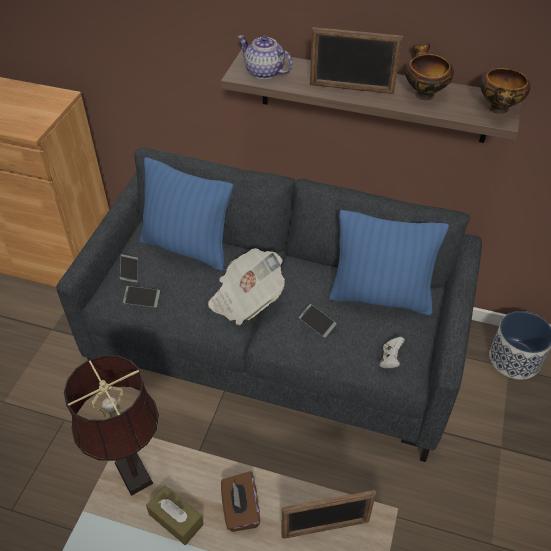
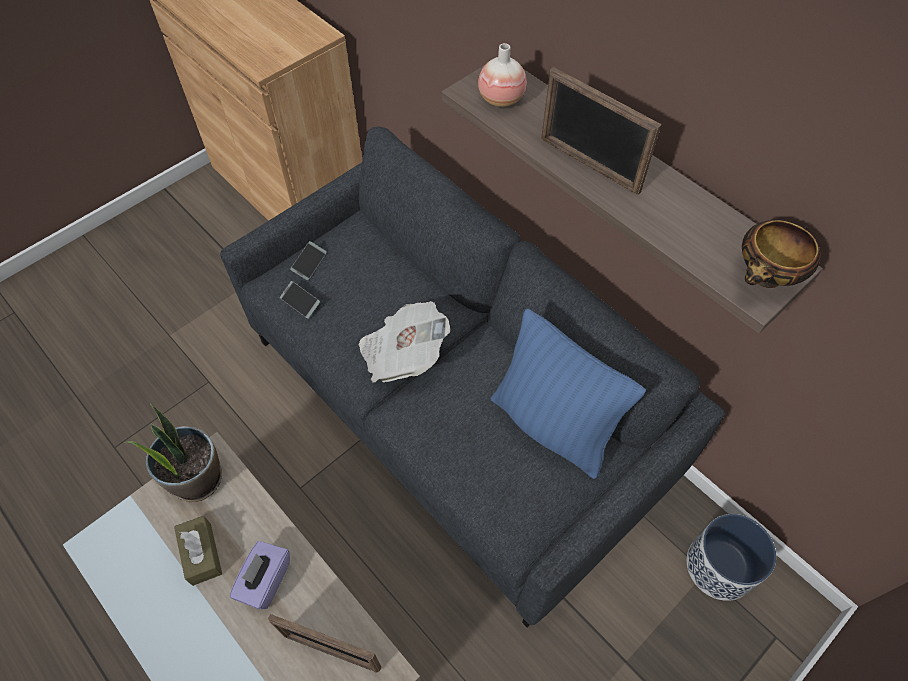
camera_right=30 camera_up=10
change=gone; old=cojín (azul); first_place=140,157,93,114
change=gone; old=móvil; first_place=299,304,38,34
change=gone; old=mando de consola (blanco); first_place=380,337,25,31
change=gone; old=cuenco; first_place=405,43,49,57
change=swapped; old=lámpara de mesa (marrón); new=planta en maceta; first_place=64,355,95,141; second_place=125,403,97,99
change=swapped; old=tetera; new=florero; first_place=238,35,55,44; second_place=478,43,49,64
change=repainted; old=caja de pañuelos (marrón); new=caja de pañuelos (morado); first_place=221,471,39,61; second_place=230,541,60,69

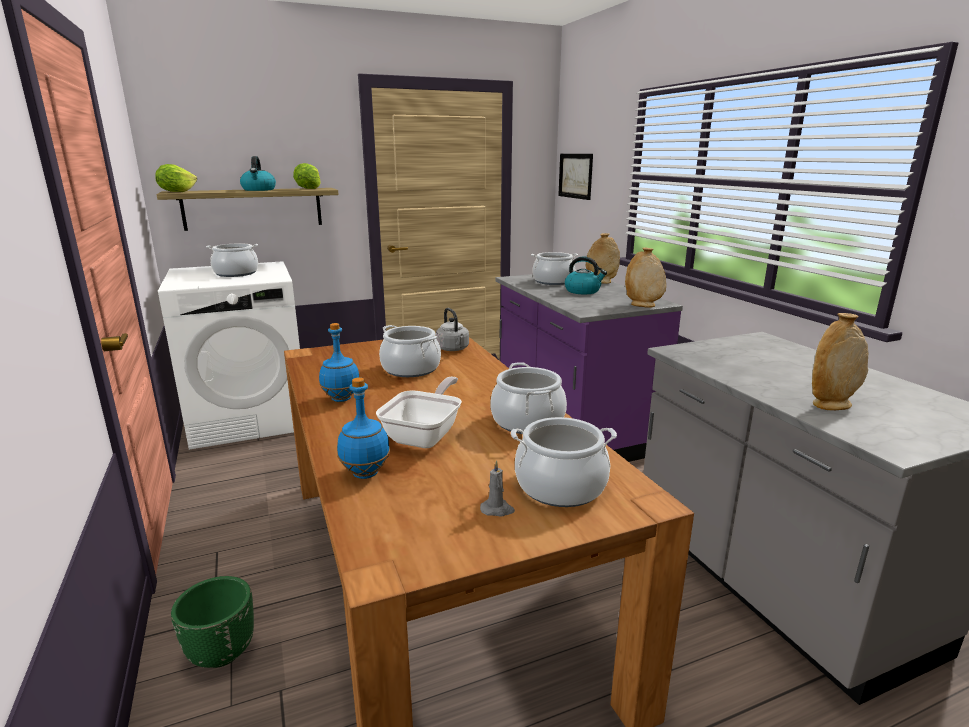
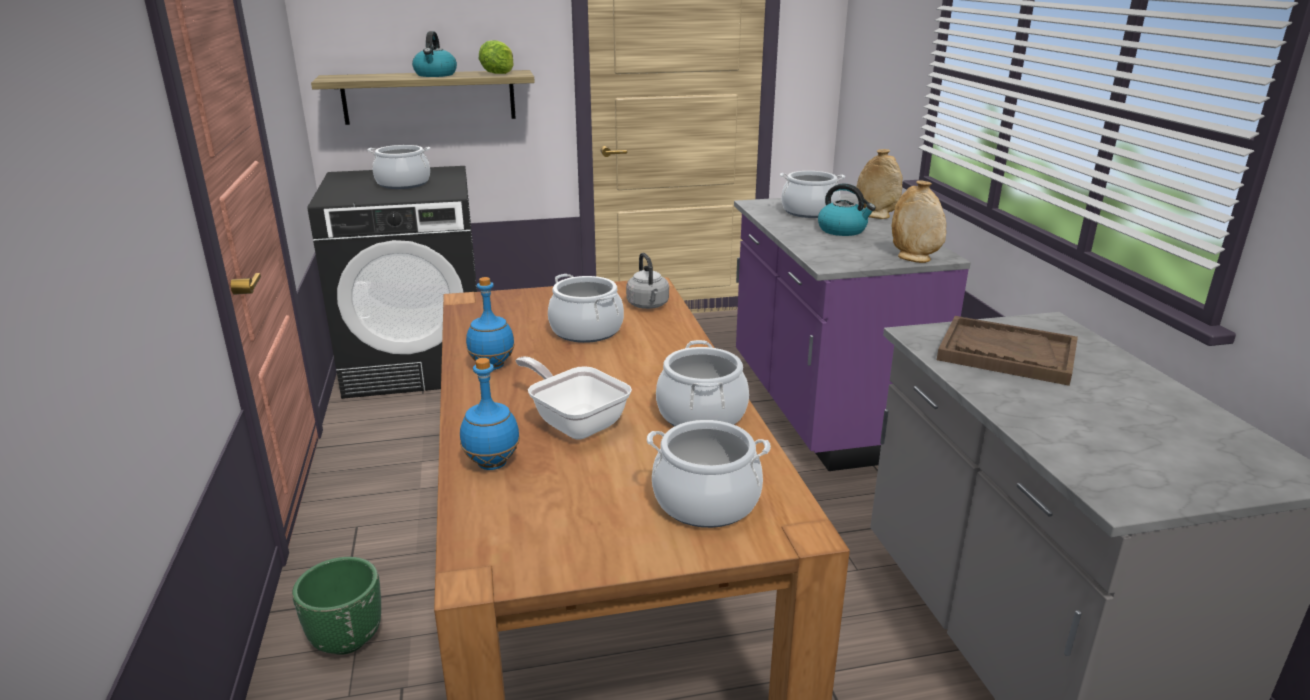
camera_right=10 camera_up=5
change=gone; old=lechuga; first_place=155,164,42,28
change=gone; old=vela (gris); first_place=480,460,35,57
change=gone; old=cuadro; first_place=558,154,35,46
change=gone; old=florero (beis); first_place=812,313,56,97
change=new; new=bandeja (marrón); second_place=937,316,141,70
change=repainted; old=lavadora (blanco); new=lavadora (negro); first_place=158,261,142,189; second_place=307,166,170,233
change=rotated; old=sartén; first_place=376,377,86,71; second_place=515,356,117,84; degrees=-75

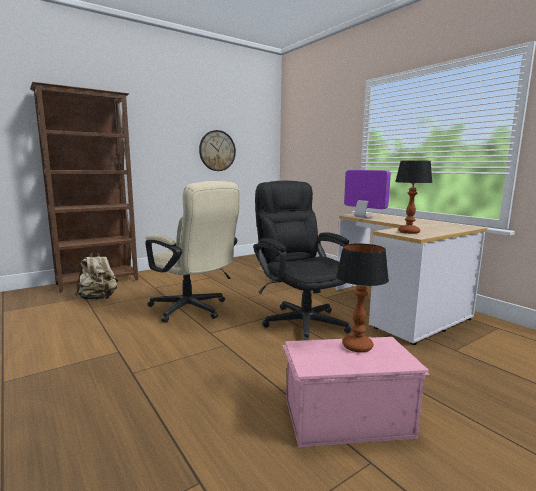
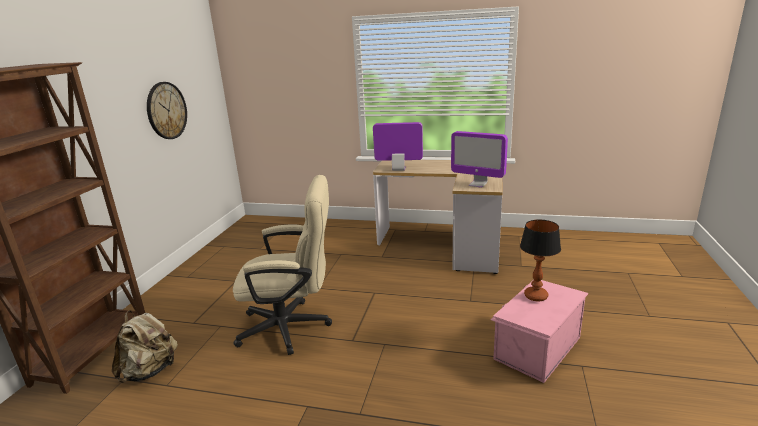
camera_right=-40 camera_up=10
change=gone; old=silla de oficina (negro); first_place=253,181,98,159
change=swapped; old=lámpara de mesa; new=monitor; first_place=395,160,37,74; second_place=451,131,57,57

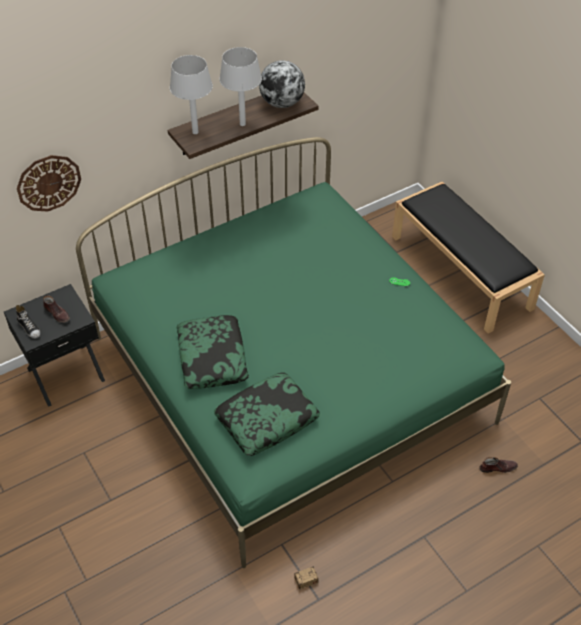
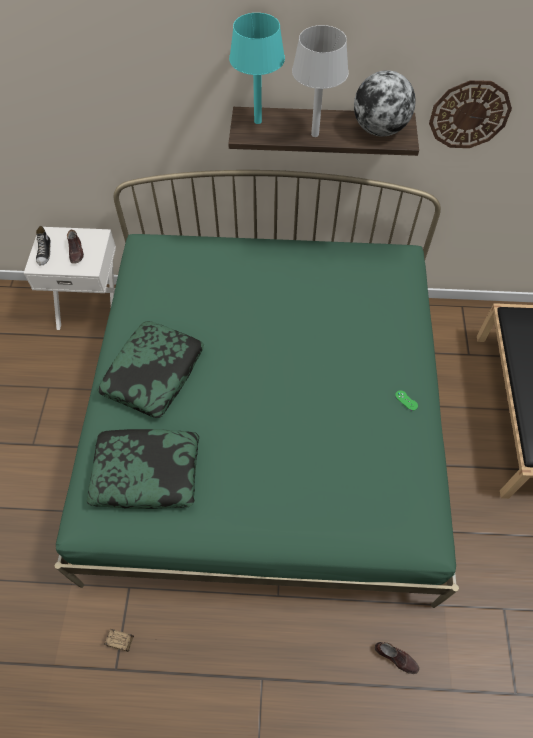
camera_right=35 camera_up=10
change=shifted; old=reloj de pared; first_place=17,155,64,57; second_place=429,80,83,68
change=repainted; old=mesita de noche (negro); new=mesita de noche (blanco); first_place=4,284,101,123; second_place=24,227,92,103
change=repainted; old=lámpara de mesa (gris); new=lámpara de mesa (turquesa); first_place=170,55,43,79; second_place=229,13,56,111

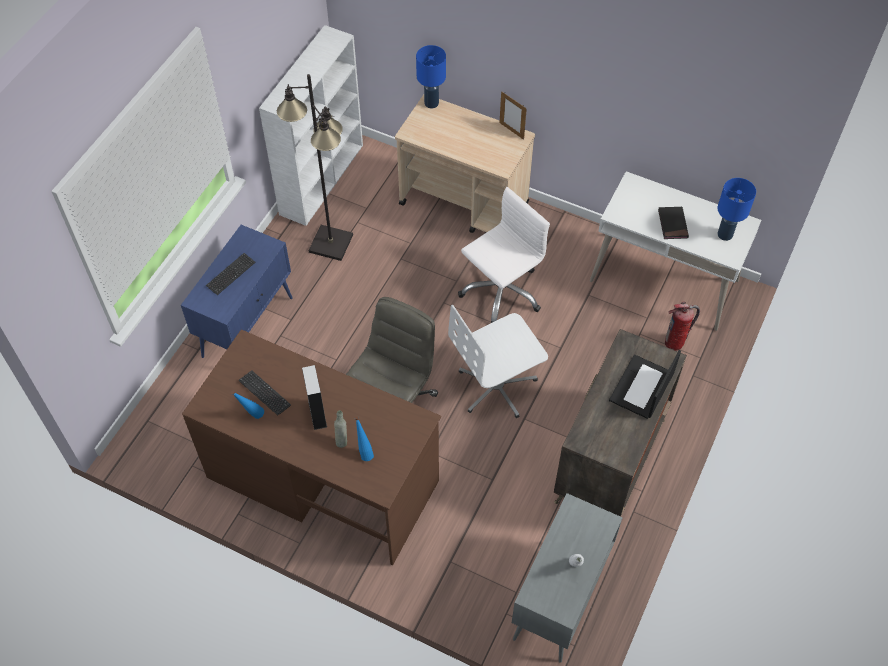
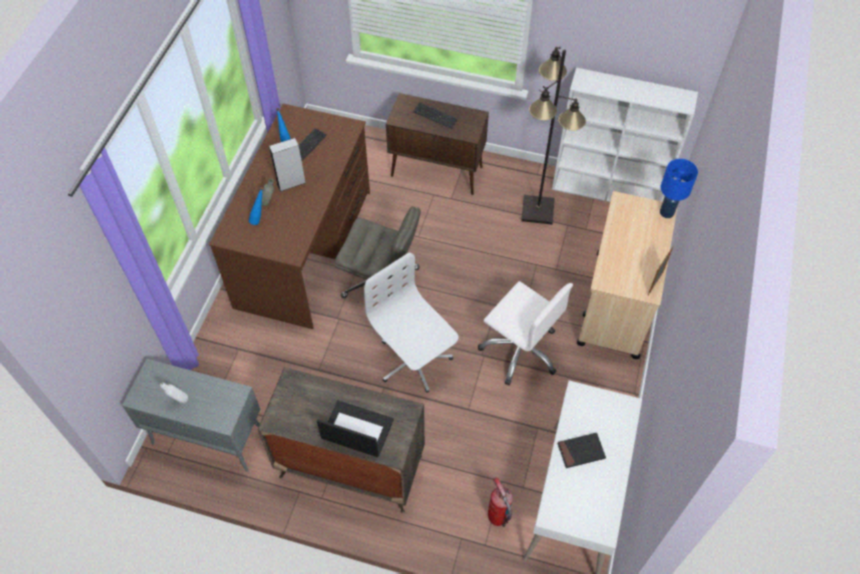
camera_right=80 camera_up=0
change=gone; old=lámpara de mesa (azul); first_place=718,178,38,63
change=repainted; old=armario (azul); new=armario (marrón); first_place=181,225,112,133; second_place=386,93,103,102

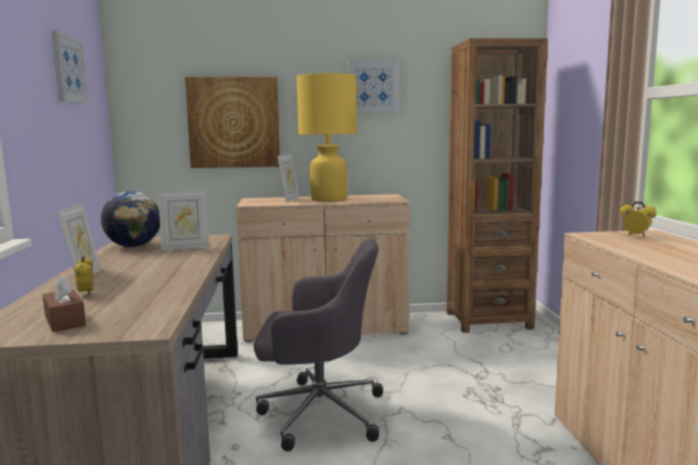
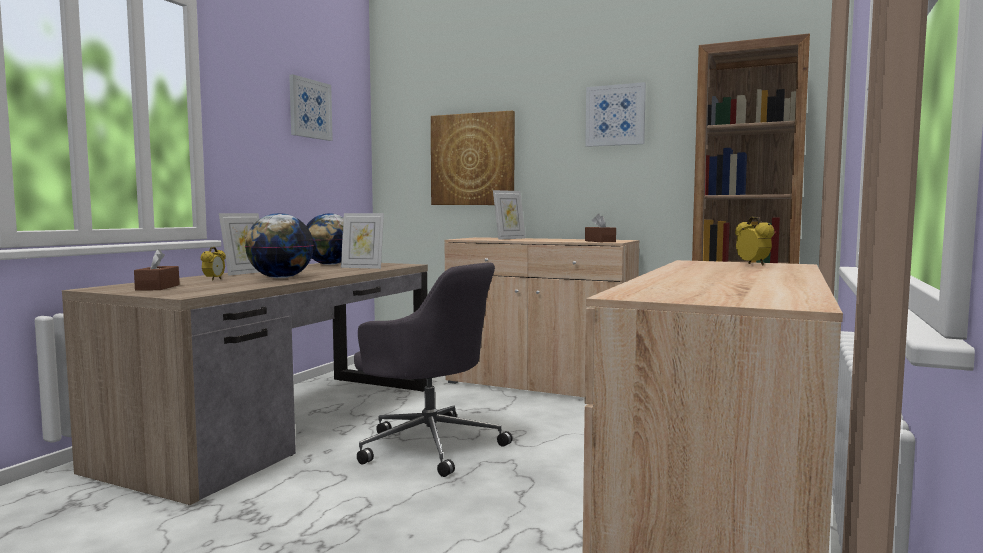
camera_right=30 camera_up=-5
change=gone; old=lámpara de mesa (amarillo); first_place=297,73,60,129
change=new; new=globo terráqueo; second_place=245,213,69,65
change=new; new=caja de pañuelos (marrón); second_place=585,214,31,28

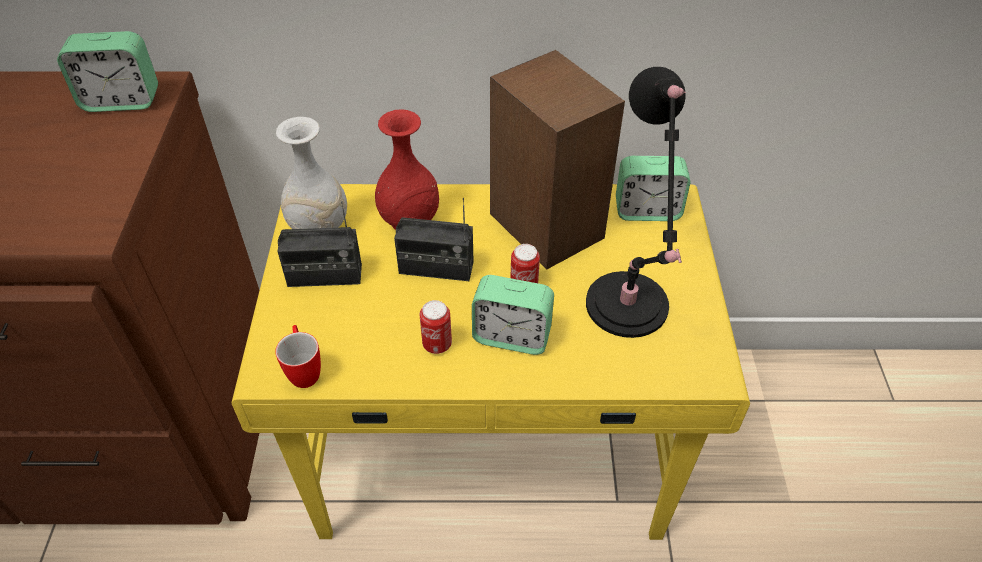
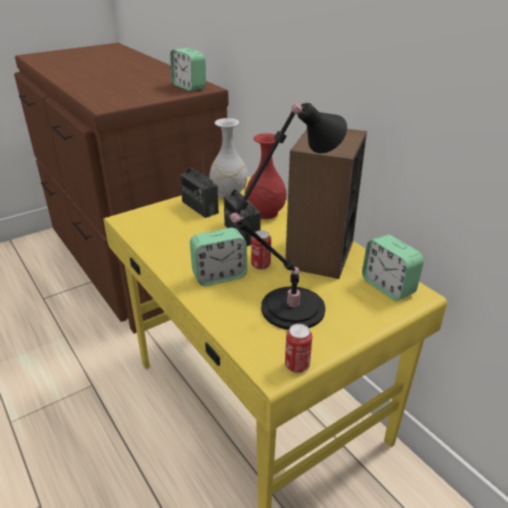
camera_right=55 camera_up=-15
change=gone; old=taza grande; first_place=275,325,46,63
change=shifted; old=lata; first_place=420,300,32,54; second_place=285,324,27,49
change=rotated; old=despertador; first_place=472,275,82,80; second_place=190,228,57,58; degrees=-90

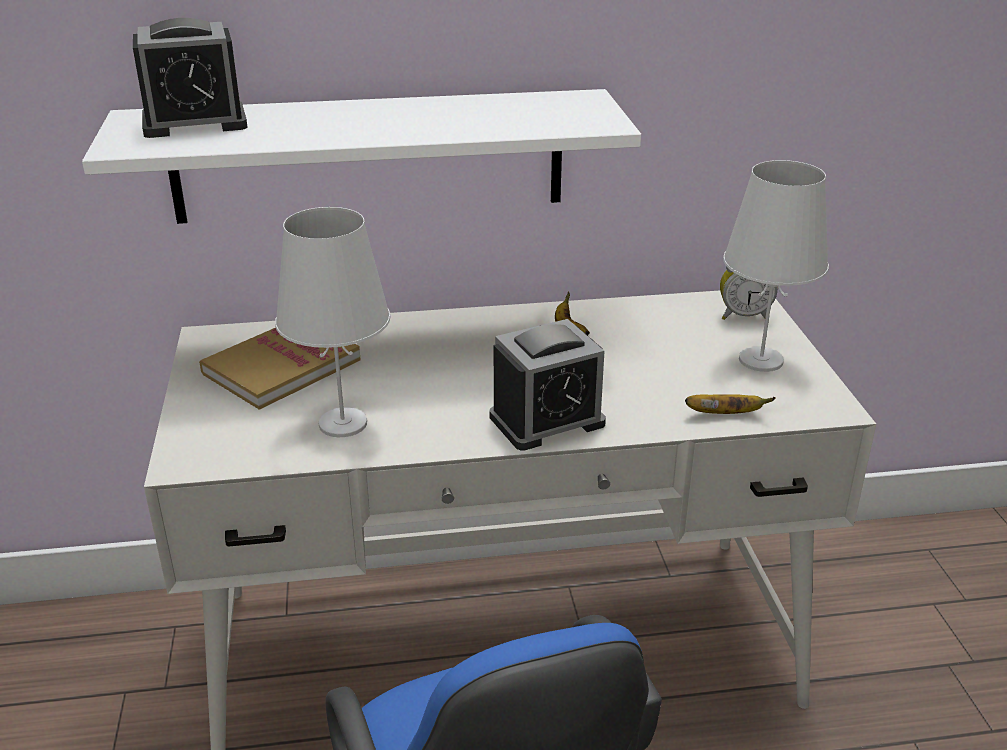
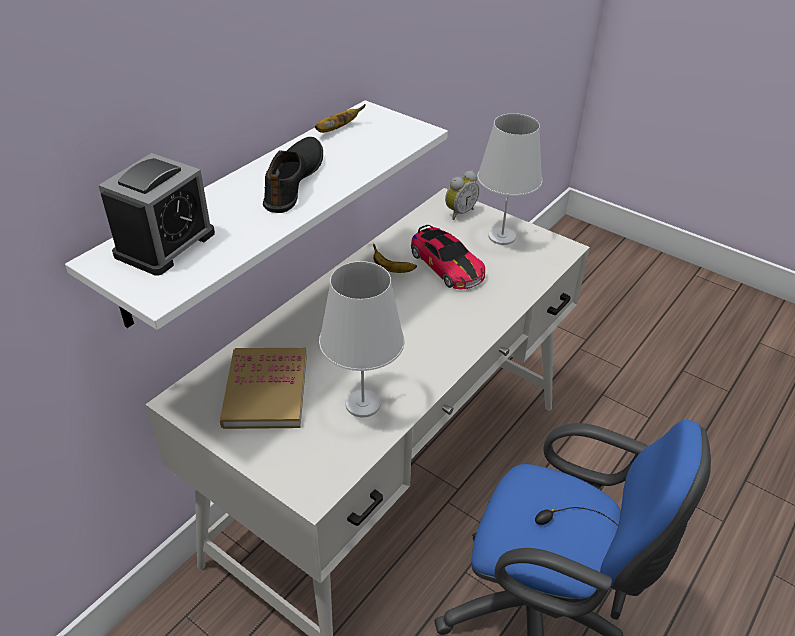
camera_right=-45 camera_up=10
change=gone; old=despertador; first_place=490,319,116,132
change=new; new=zapato (negro); second_place=263,137,60,76
change=new; new=coche de juguete; second_place=411,225,74,64
change=shifted; old=plátano; first_place=685,394,90,20; second_place=315,104,51,29

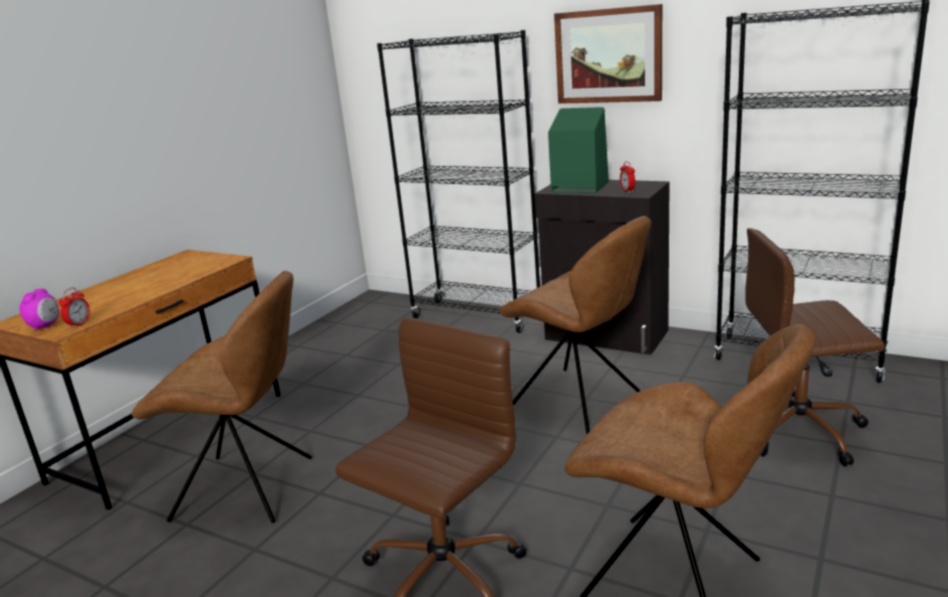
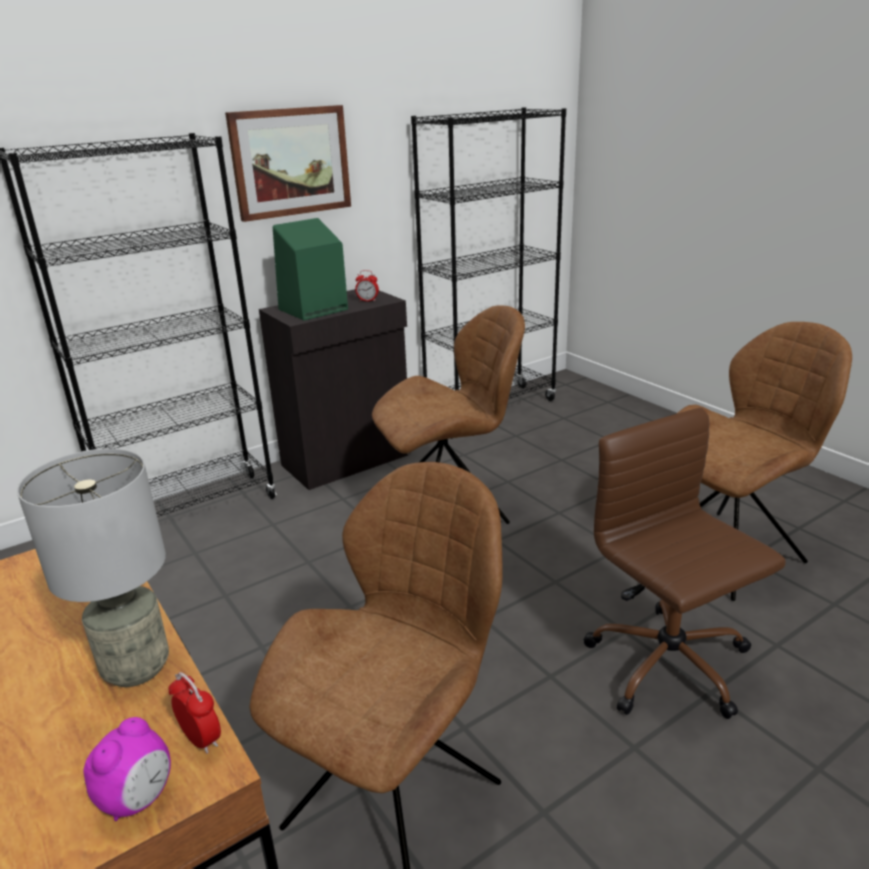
camera_right=-65 camera_up=5
change=gone; old=silla de oficina (marrón); first_place=745,228,140,238
change=new; new=lámpara de mesa (gris); second_place=17,448,152,239
change=rotated; old=despertador; first_place=19,289,40,42; second_place=83,717,88,104; degrees=75

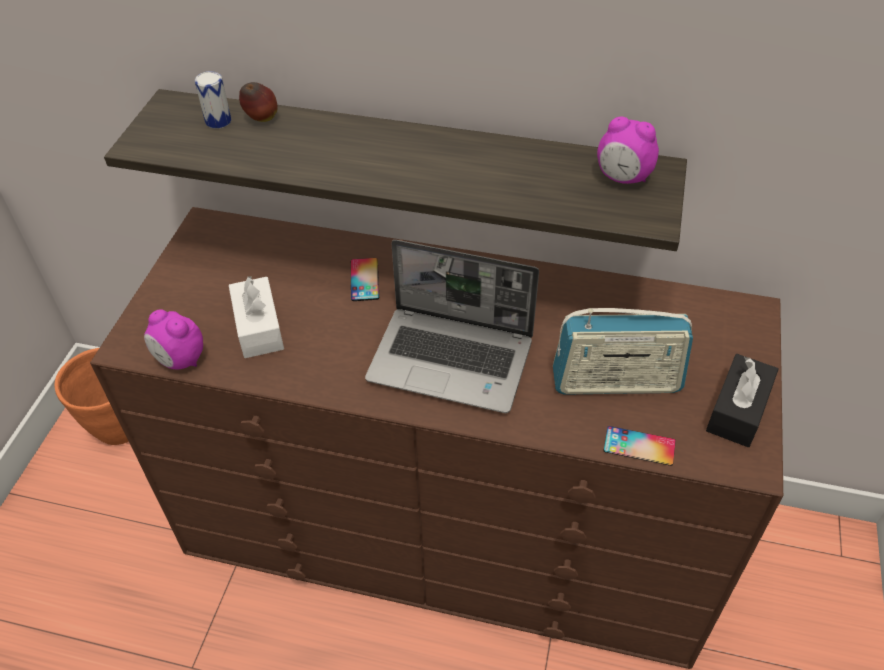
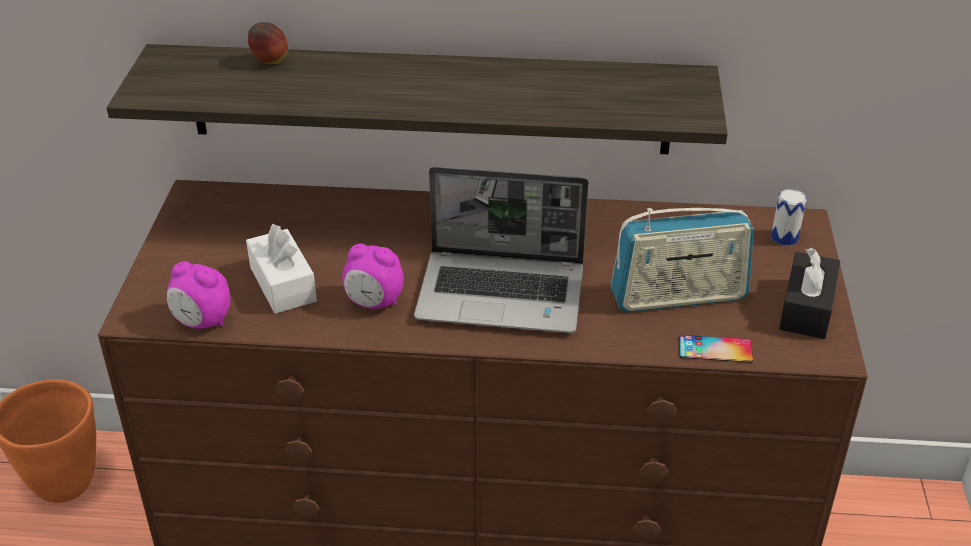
camera_right=-10 camera_up=-10
change=gone; old=móvil; first_place=351,258,28,43
change=shifted; old=lata; first_place=195,71,36,58; second_place=771,189,36,57
change=shifted; old=despertador; first_place=597,117,62,67; second_place=342,244,62,65

